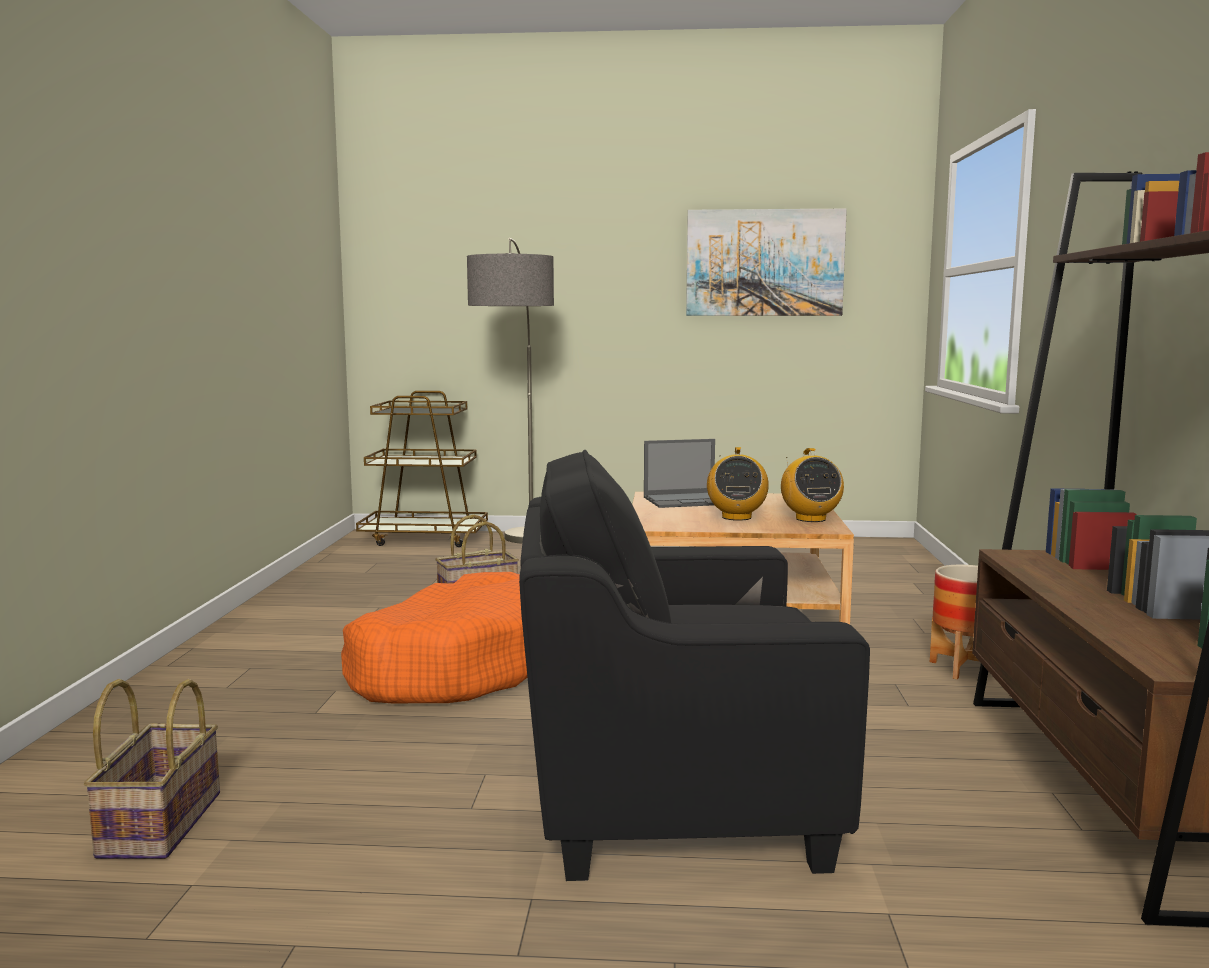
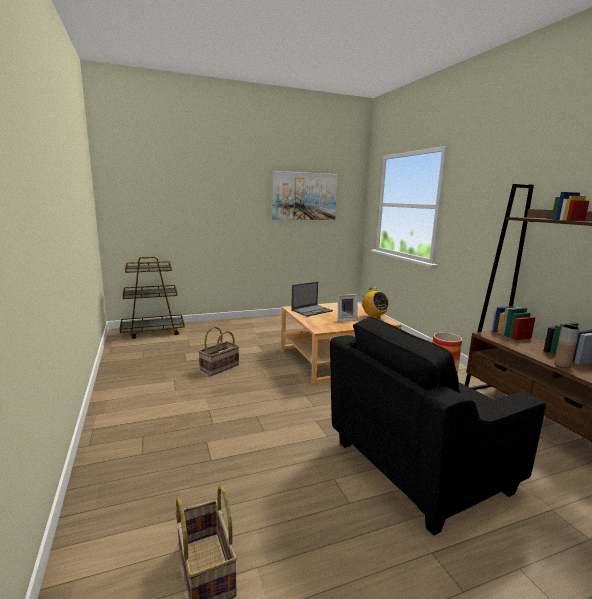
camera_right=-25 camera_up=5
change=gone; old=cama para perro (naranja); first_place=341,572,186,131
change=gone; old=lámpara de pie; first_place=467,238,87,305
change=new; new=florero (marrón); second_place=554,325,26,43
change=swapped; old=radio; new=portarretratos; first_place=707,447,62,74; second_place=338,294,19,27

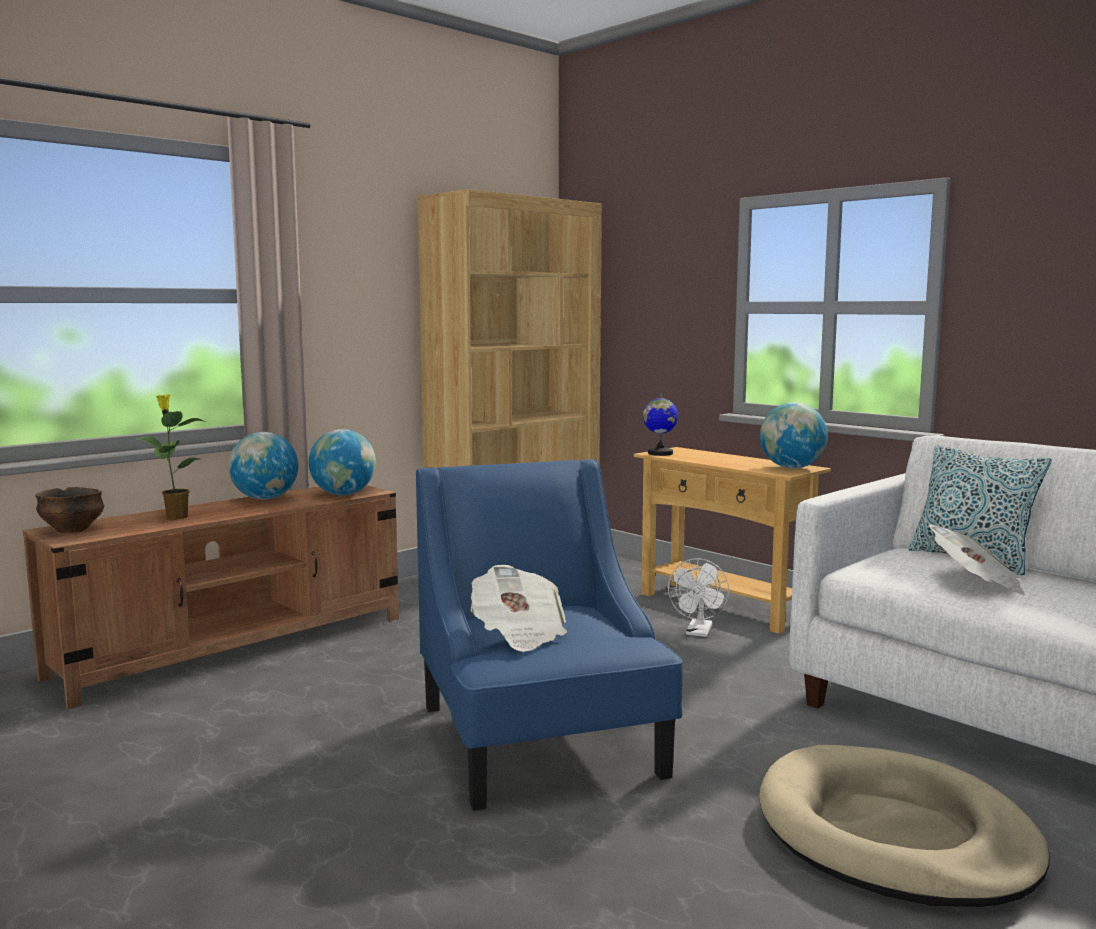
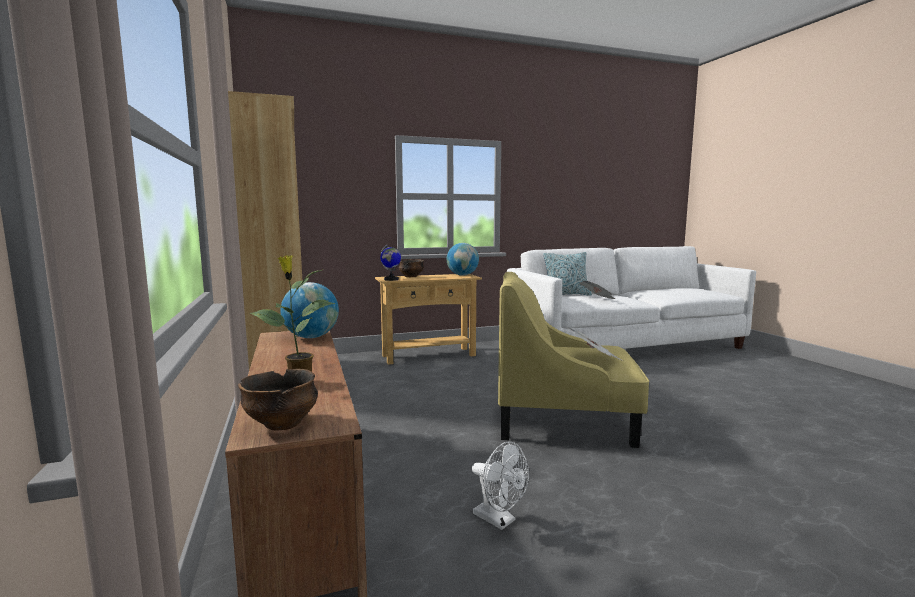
camera_right=-65 camera_up=0
change=gone; old=globo terráqueo; first_place=228,432,70,67
change=gone; old=cama para perro (beis); first_place=759,745,291,162
change=new; new=cuenco; second_place=399,259,25,18
change=shifted; old=ventilador (blanco); first_place=668,558,61,79; second_place=472,441,57,89
change=repainted; old=sillón (azul); new=sillón (amarillo); first_place=416,459,267,352; second_place=498,272,151,176

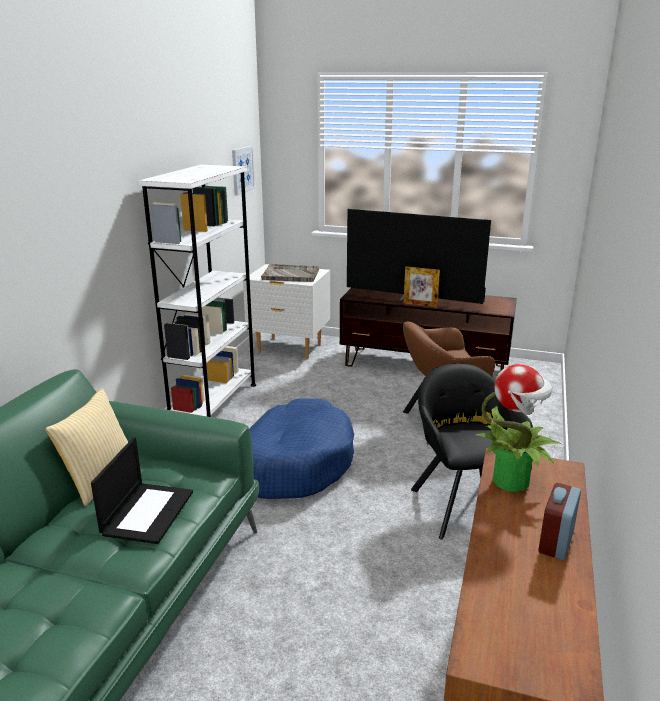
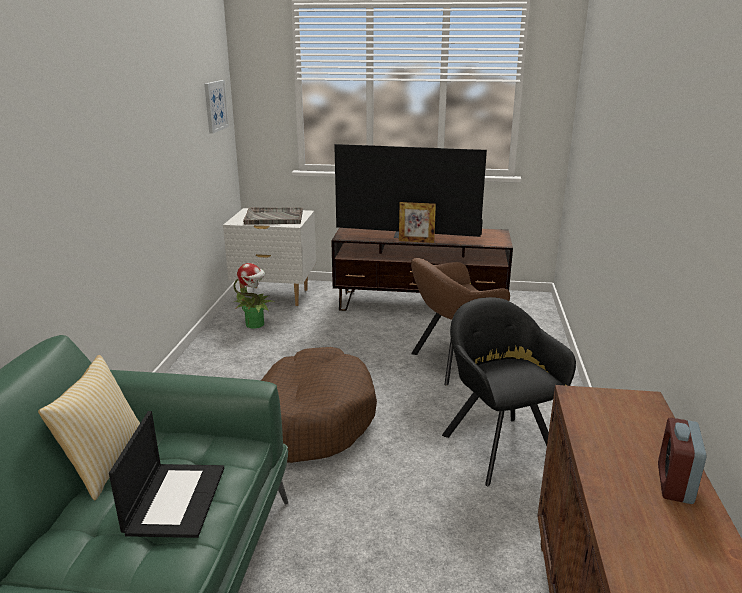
camera_right=-10 camera_up=0
change=gone; old=estantería (blanco); first_place=138,165,118,252
change=shifted; old=planta en maceta; first_place=475,364,86,128; second_place=233,263,42,65
change=repainted; old=cama para perro (azul); new=cama para perro (marrón); first_place=249,399,105,100; second_place=261,347,116,116

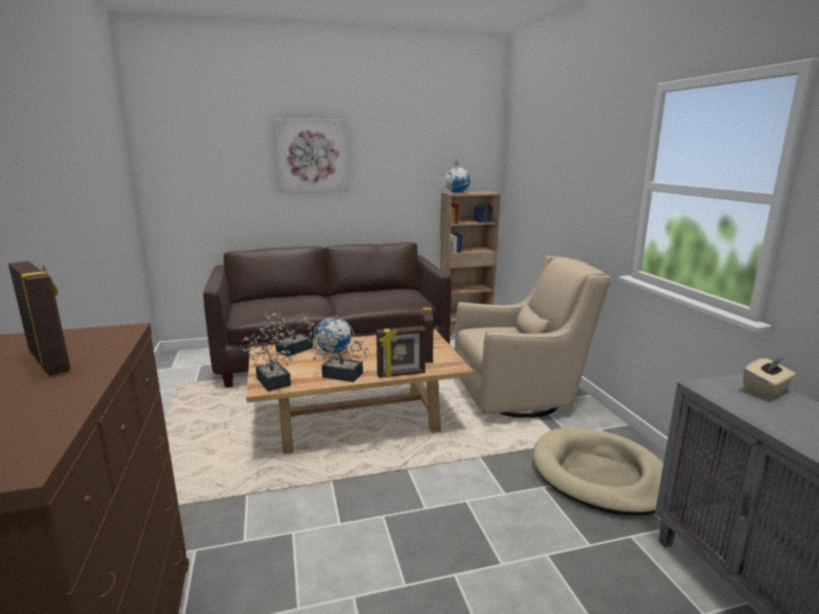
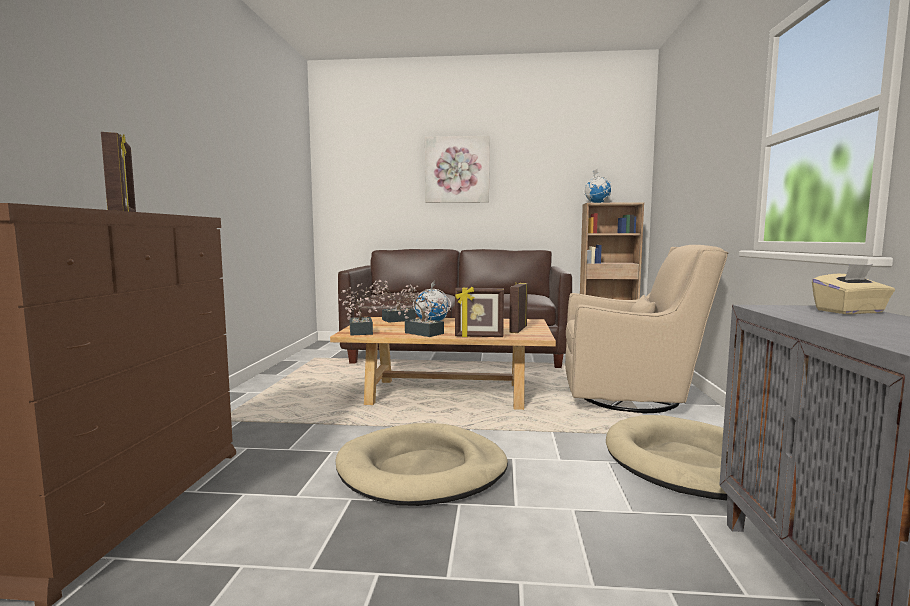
camera_right=20 camera_up=-10
change=new; new=cama para perro (beis); second_place=335,423,173,83

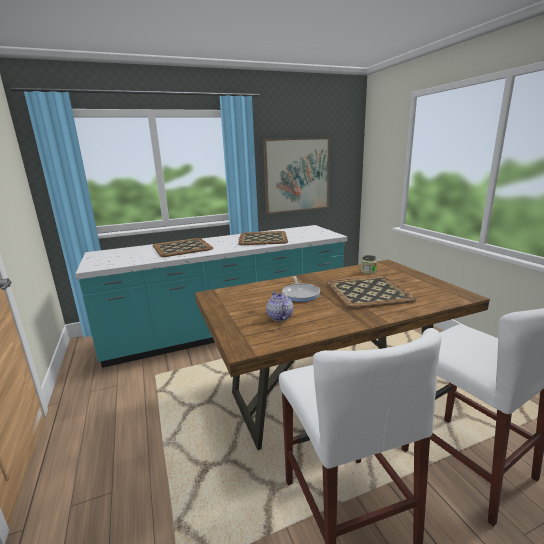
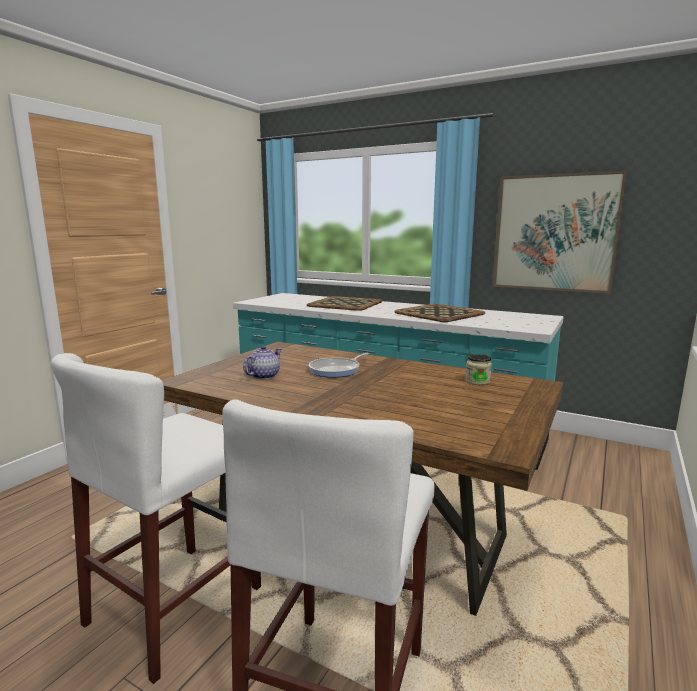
camera_right=50 camera_up=-5
change=gone; old=bandeja; first_place=326,276,91,33

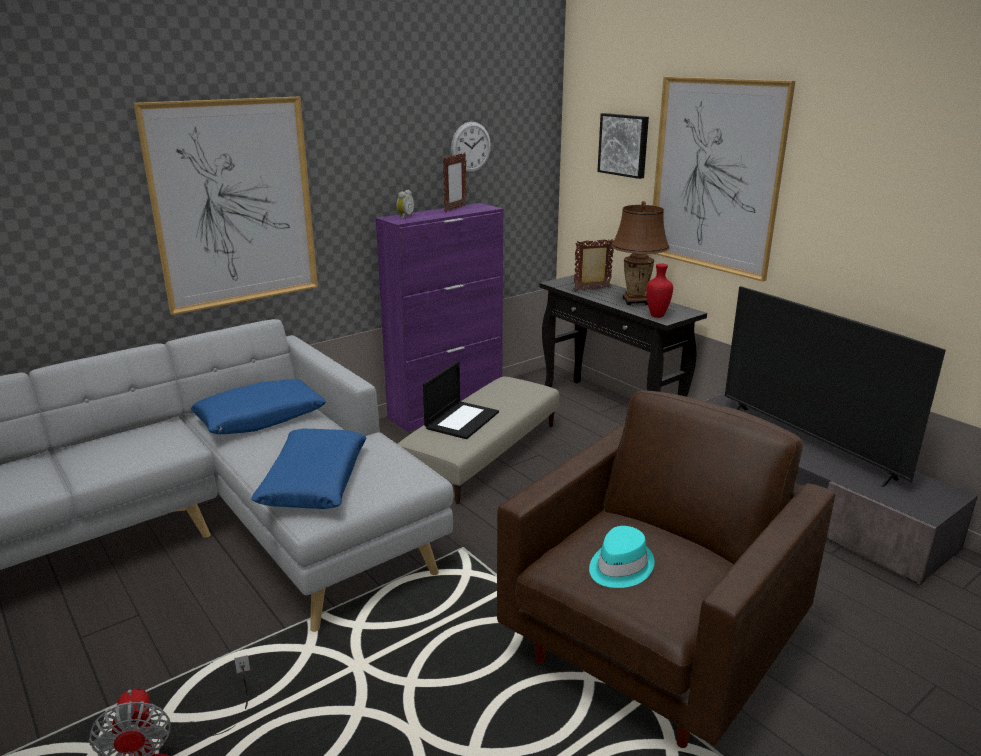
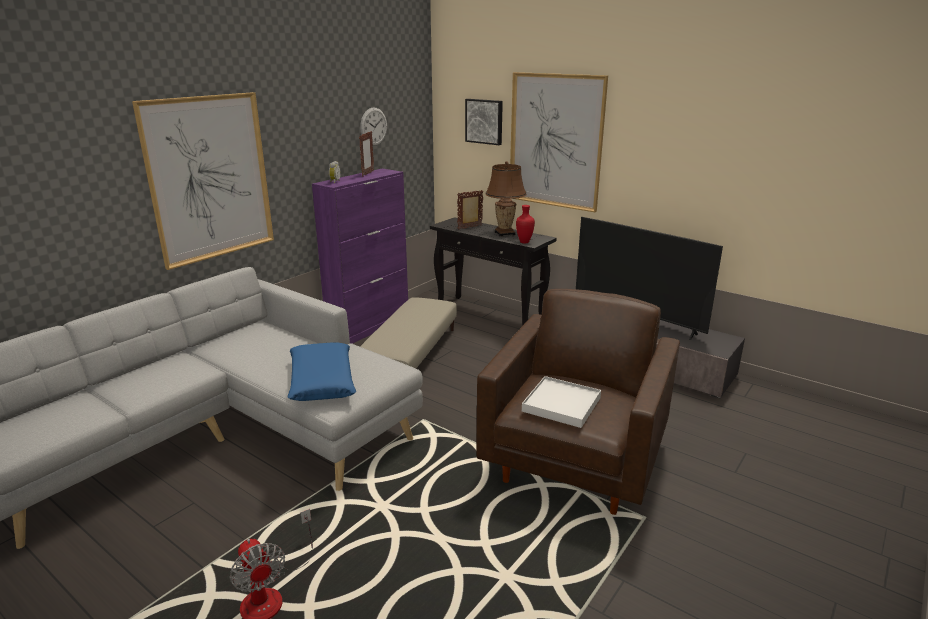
camera_right=-15 camera_up=0
change=gone; old=cojín (azul); first_place=191,379,135,55
change=gone; old=portátil; first_place=423,361,76,78
change=swapped; old=sombrero (turquesa); new=bandeja (blanco); first_place=589,526,66,62; second_place=522,376,79,52

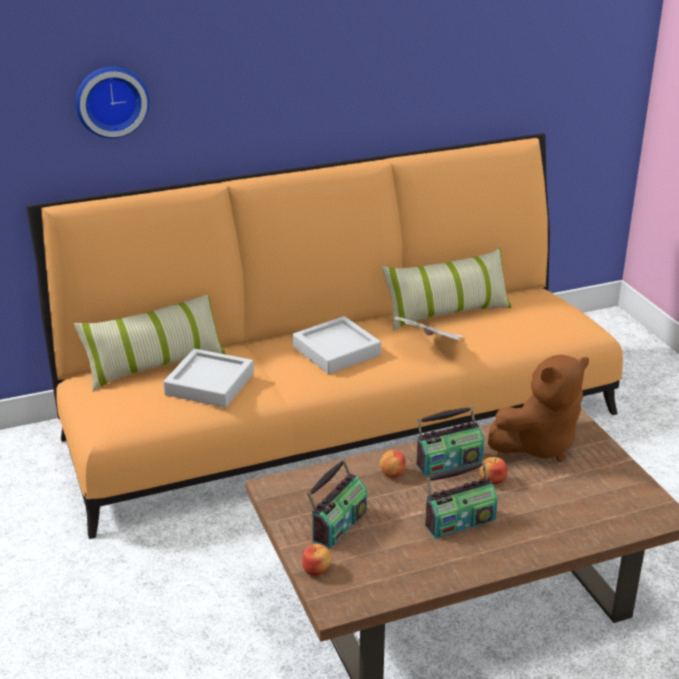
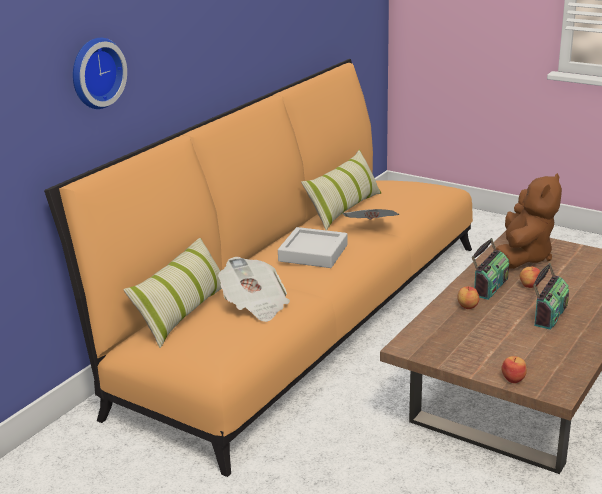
camera_right=-35 camera_up=-5
change=gone; old=radio; first_place=307,459,60,89
change=swapped; old=bandeja (gris); new=periódico; first_place=163,349,91,59; second_place=218,257,72,65

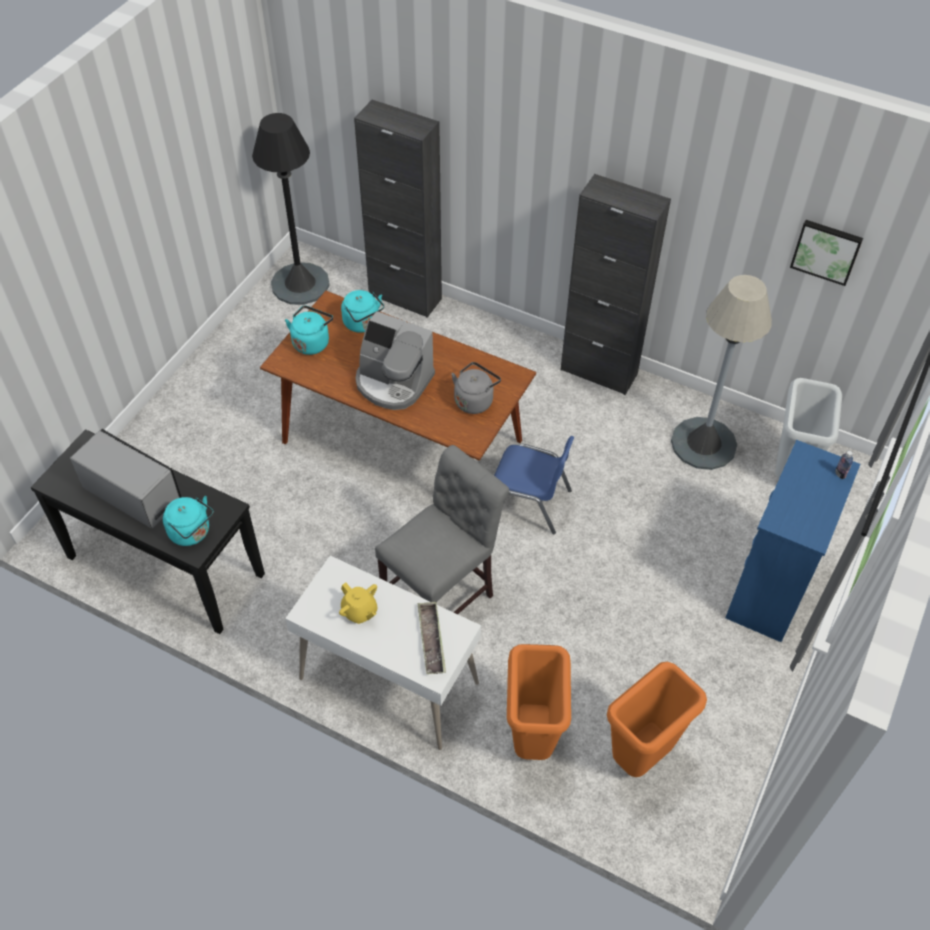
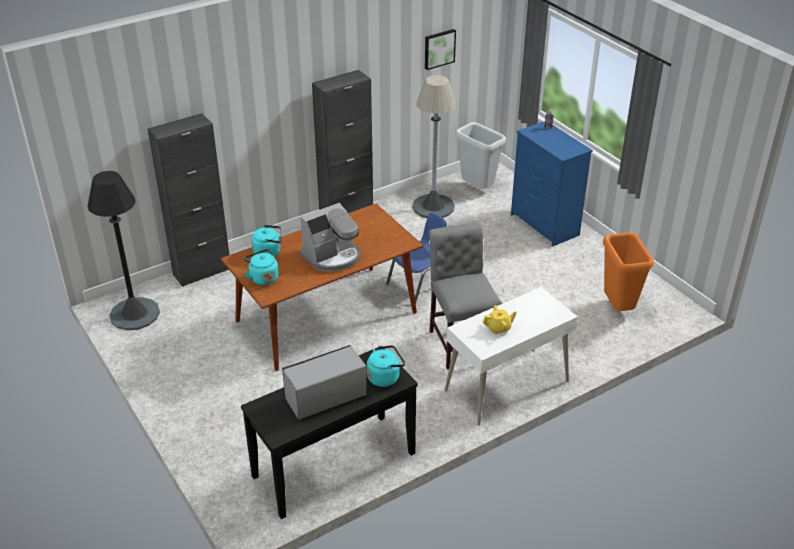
camera_right=-60 camera_up=-15
change=gone; old=bandeja; first_place=418,602,28,72
change=gone; old=hervidor (gris); first_place=452,362,49,52
change=gone; old=papelera (naranja); first_place=507,644,64,116

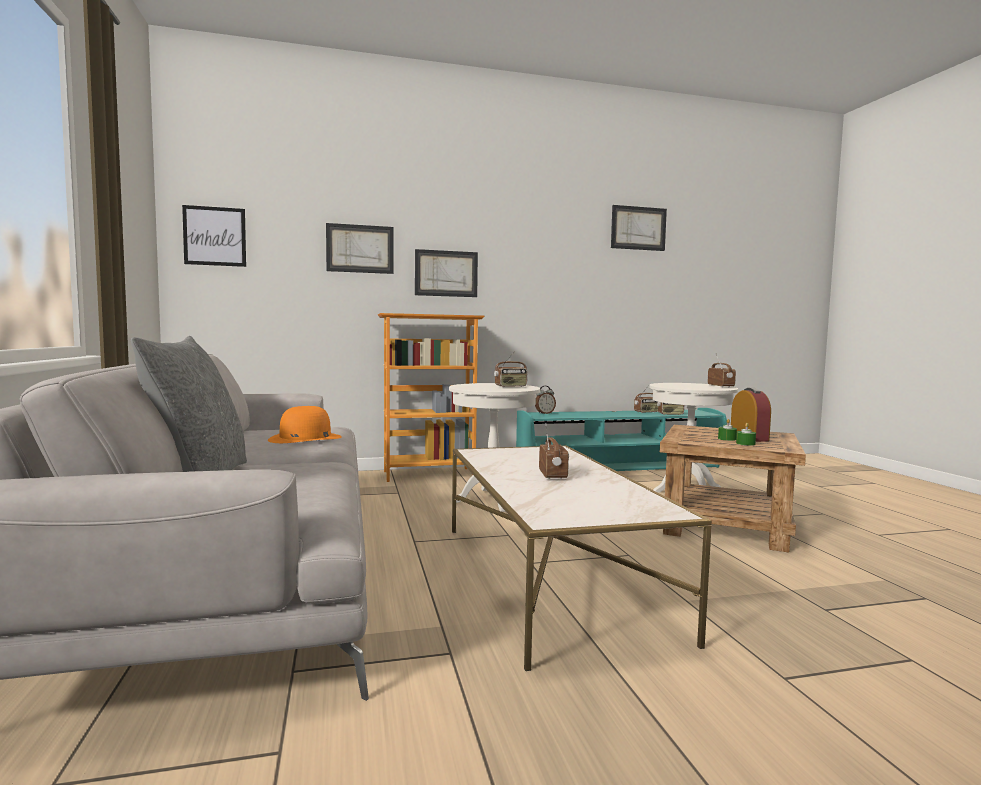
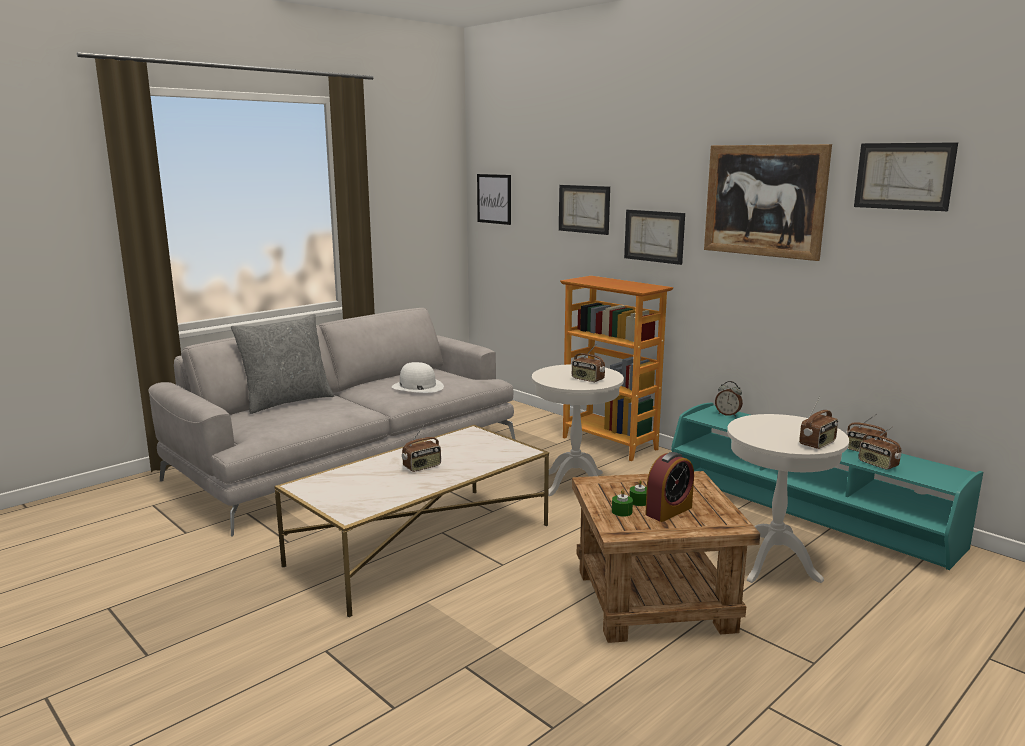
camera_right=60 camera_up=10
change=new; new=cuadro; second_place=704,144,128,117
change=repainted; old=sombrero (naranja); new=sombrero (blanco); first_place=268,406,74,37; second_place=392,362,52,31

